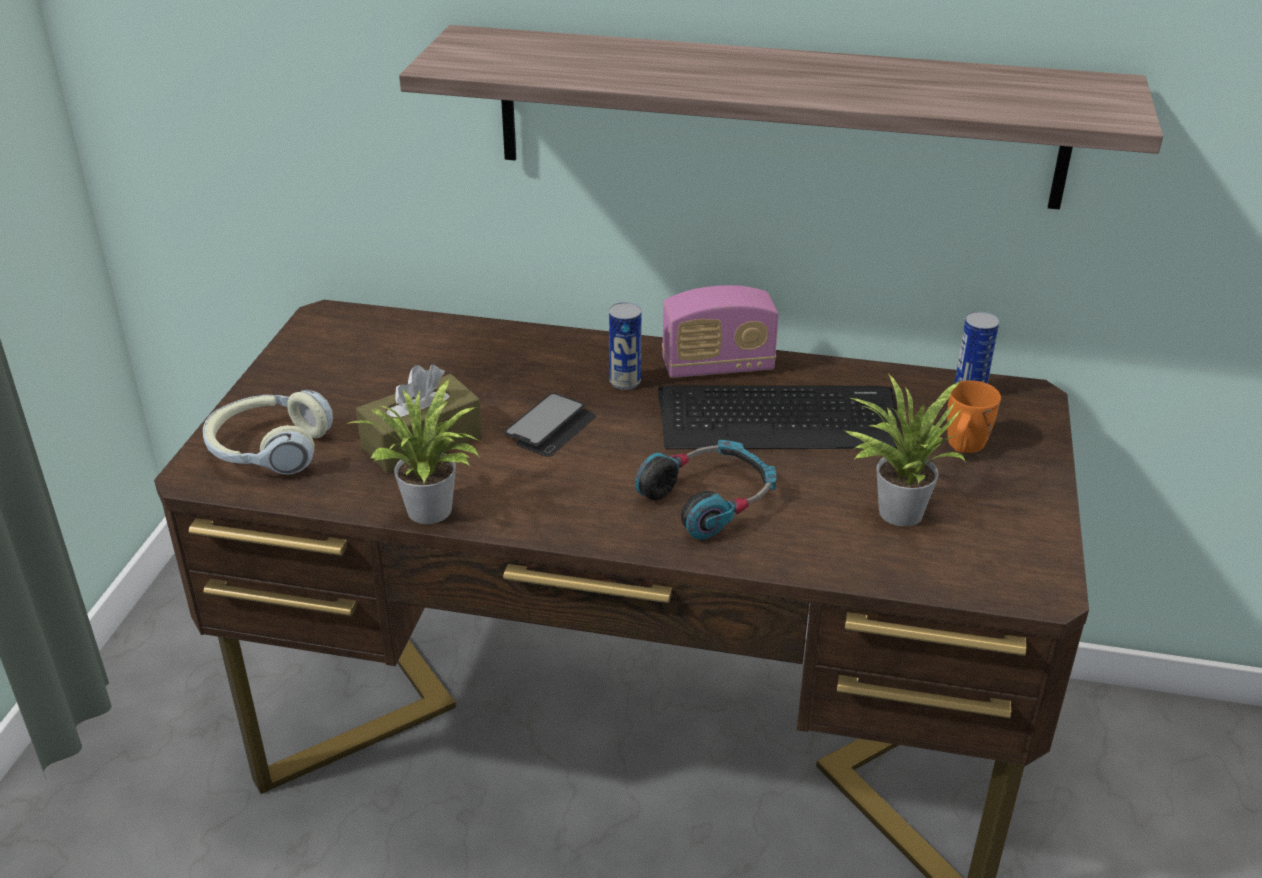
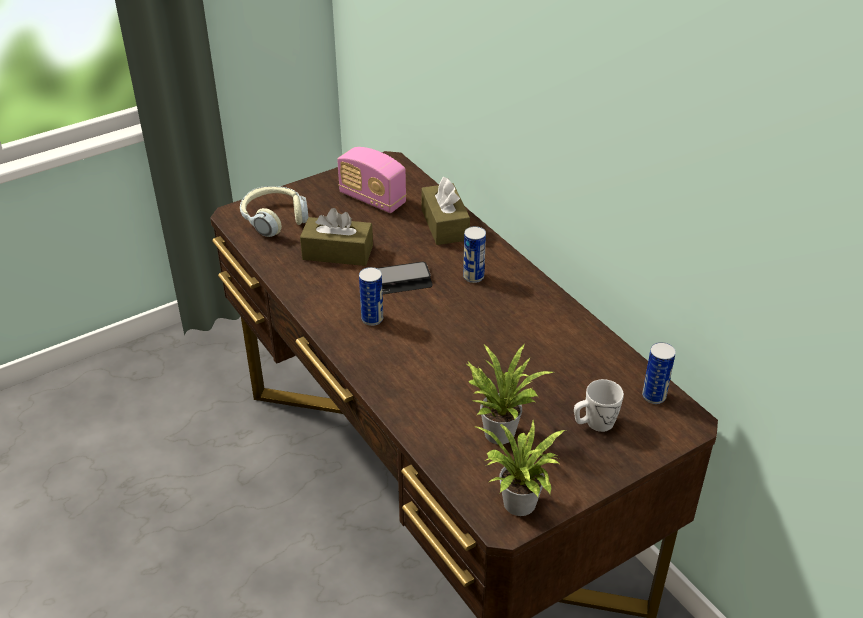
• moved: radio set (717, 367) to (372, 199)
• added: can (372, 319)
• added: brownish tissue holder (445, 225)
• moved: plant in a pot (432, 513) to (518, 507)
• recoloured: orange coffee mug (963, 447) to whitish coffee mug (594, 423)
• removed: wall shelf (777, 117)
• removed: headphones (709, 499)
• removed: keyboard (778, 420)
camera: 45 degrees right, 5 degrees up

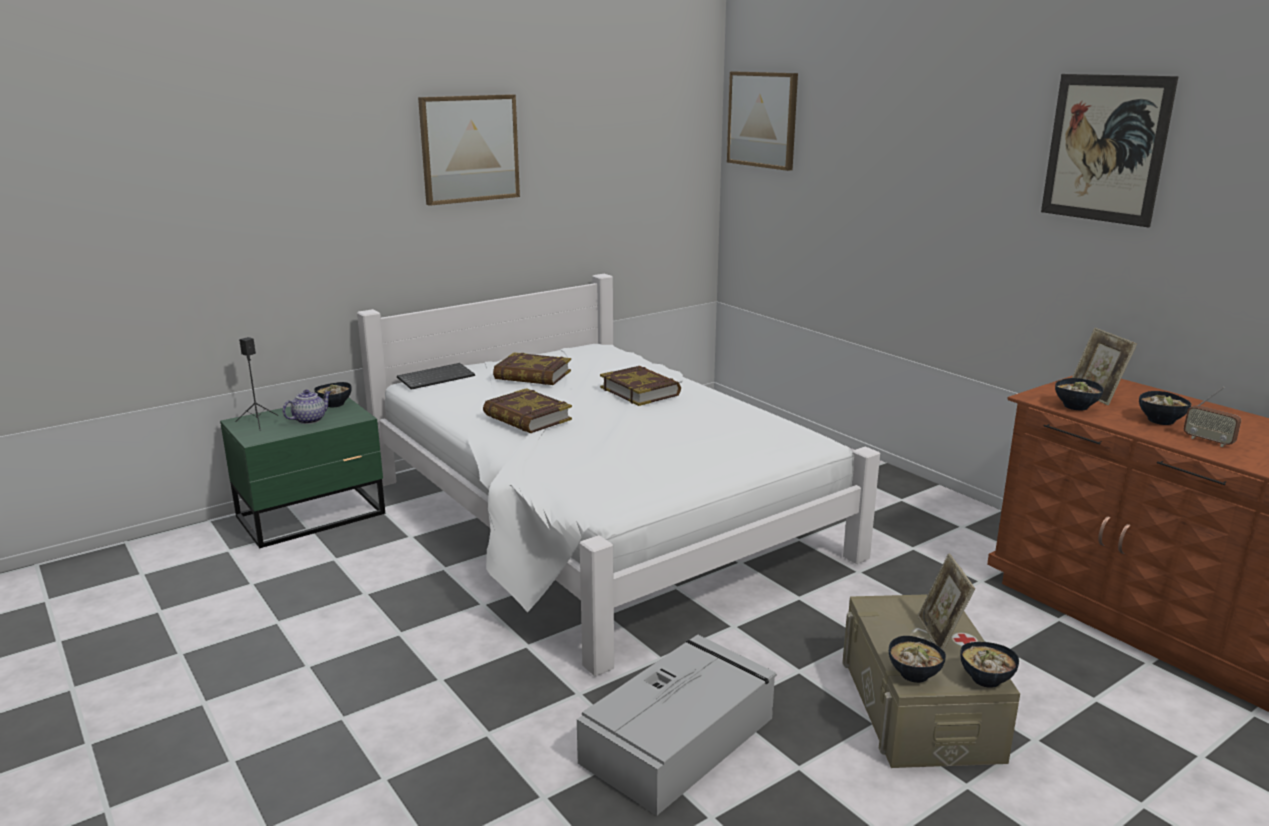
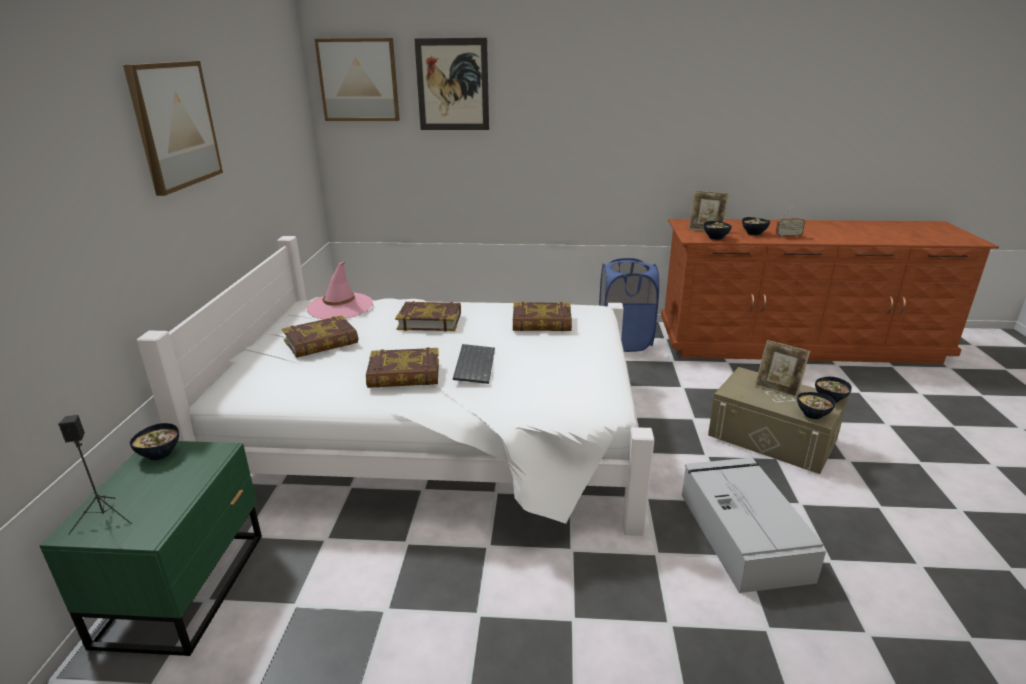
• added: pink-coloured hat (340, 307)
• moved: wall picture (1105, 148) to (452, 85)
• moved: keyboard (436, 377) to (473, 365)
• added: volume (541, 322)
• added: blue hamper (624, 341)
• removed: pot for tea (310, 419)
camera: 50 degrees left, 5 degrees up

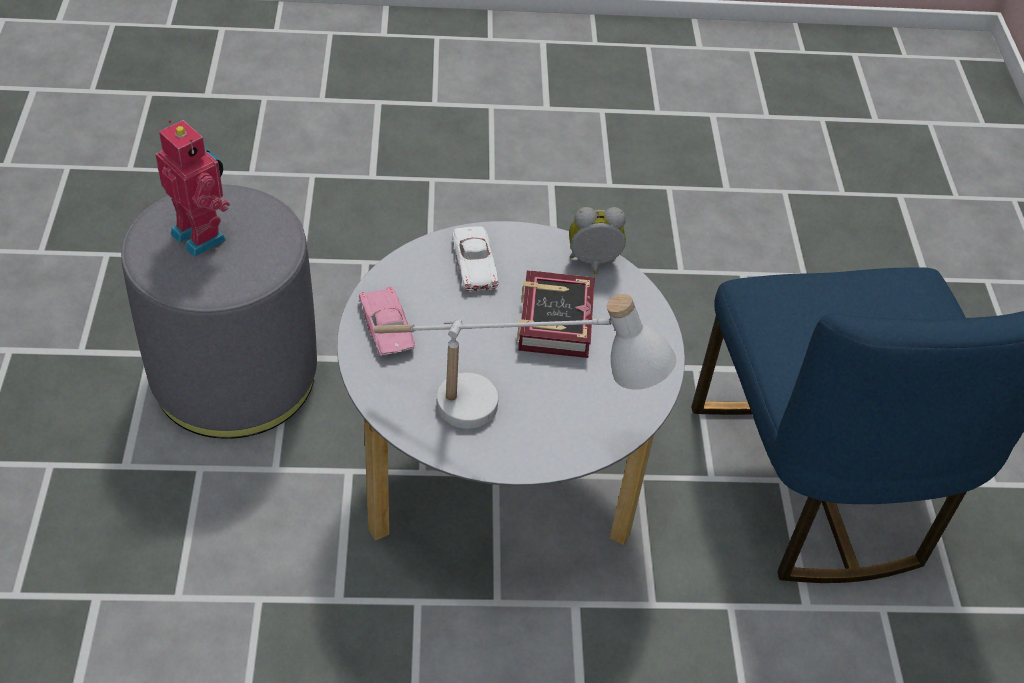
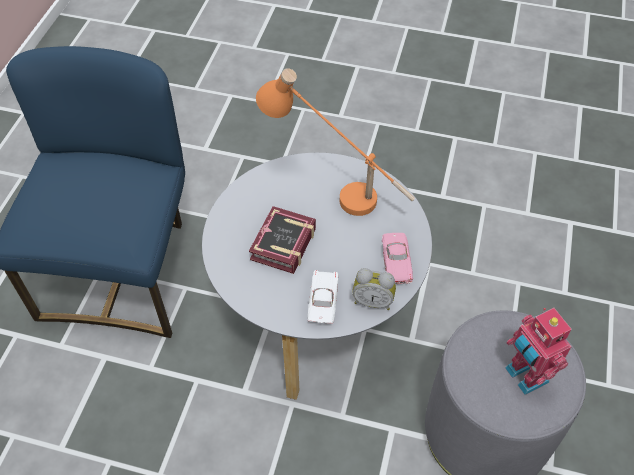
• recoloured: whitish table lamp (511, 418) to orange table lamp (334, 188)
• moved: bedside clock (593, 264) to (373, 301)
camera: 160 degrees left, 5 degrees up

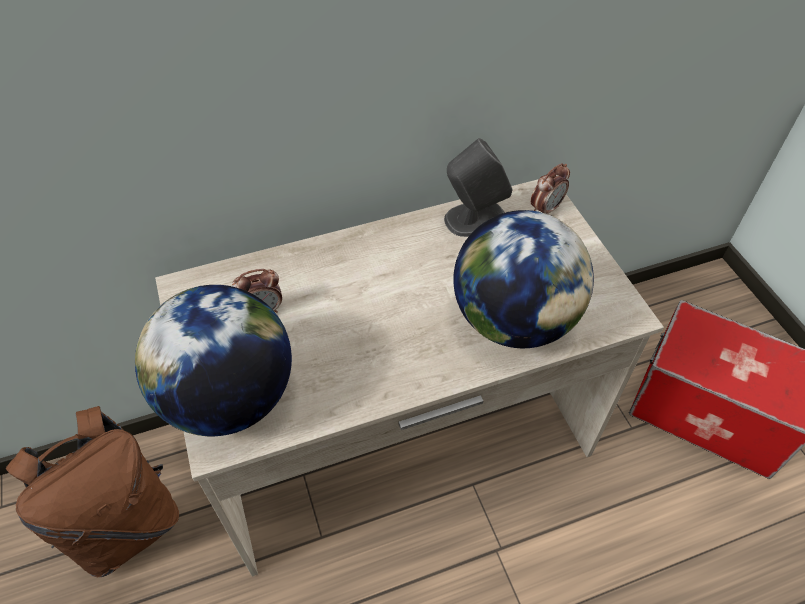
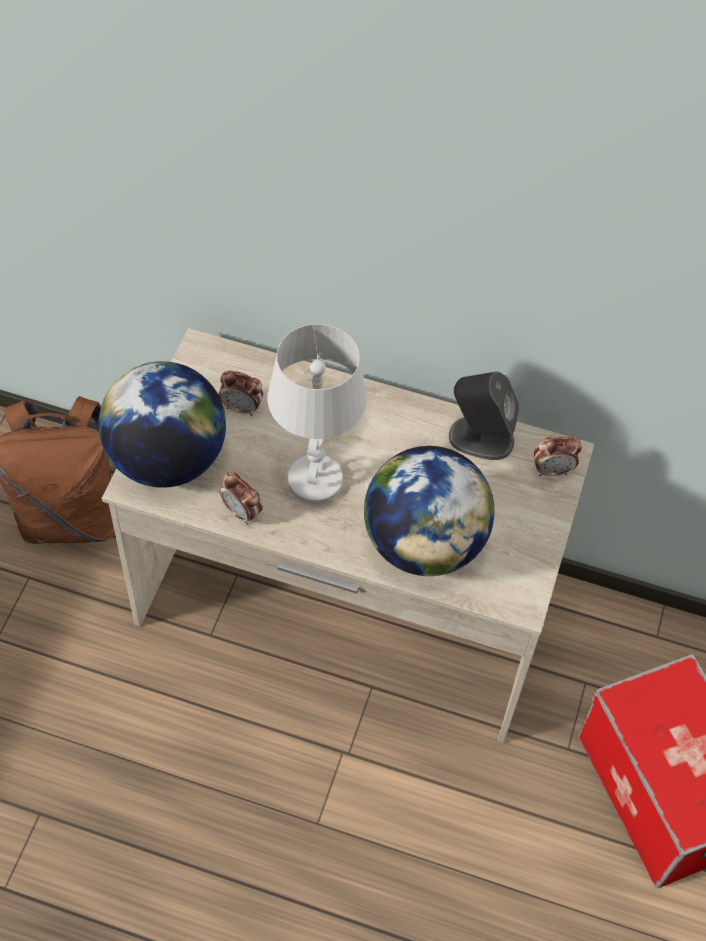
• added: bedside clock (242, 513)
• added: whitish table lamp (315, 481)
camera: 35 degrees right, 5 degrees up

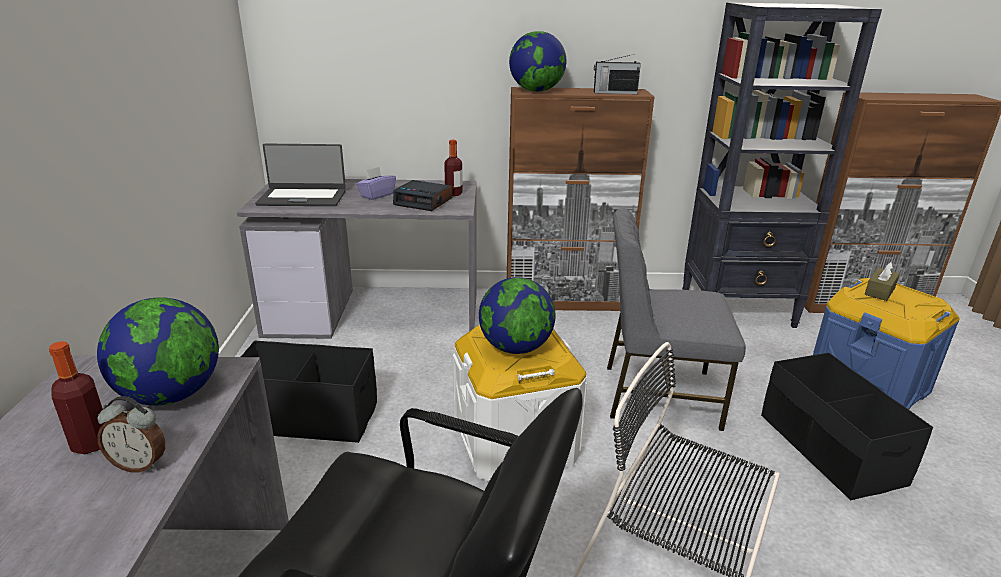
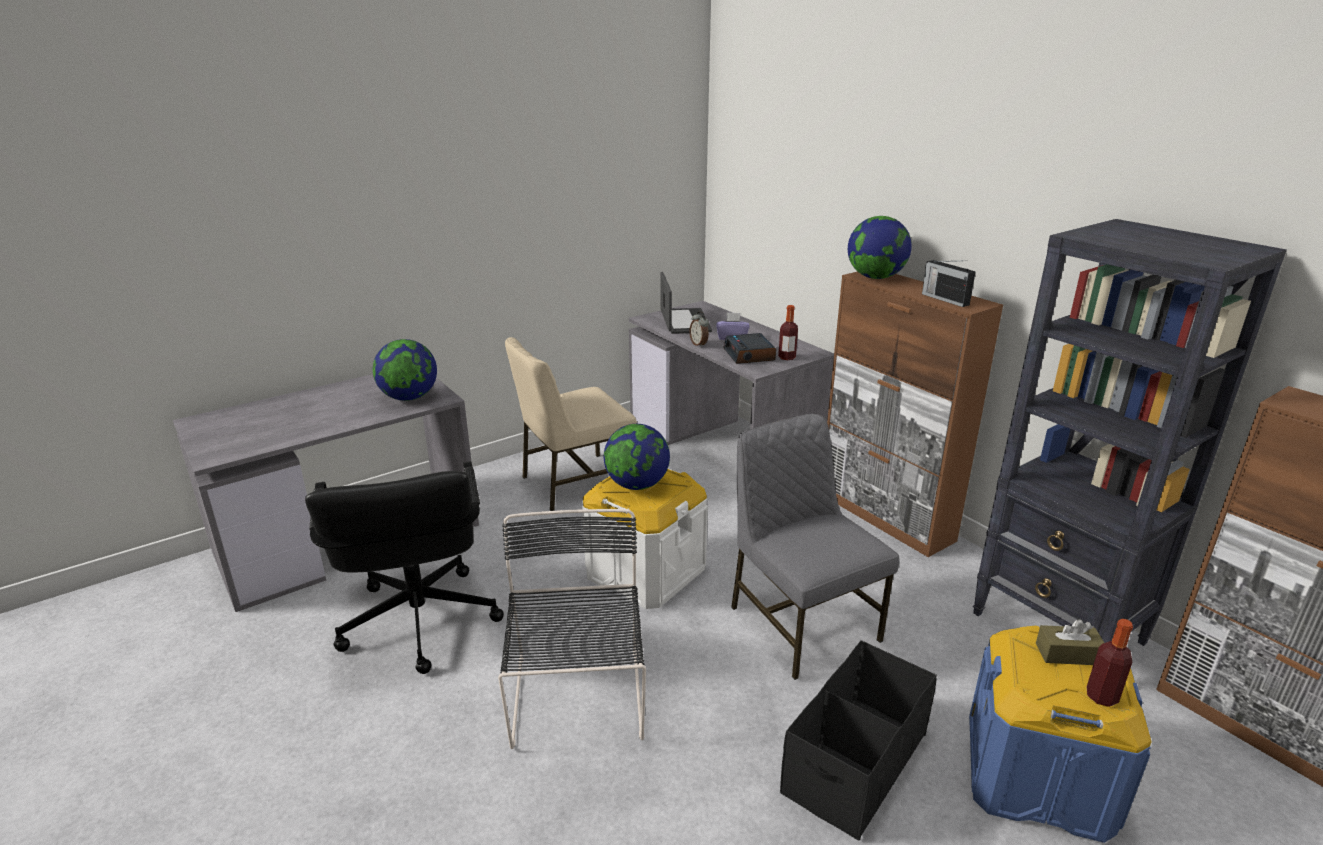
• replaced: black storage container (309, 417) to sand-coloured upright chair (574, 482)
• turned: portable computer (302, 198) = (684, 321) 150 degrees counterclockwise
• moved: bedside clock (140, 464) to (699, 344)
• moved: drink bottle (91, 443) to (1101, 696)
camera: 55 degrees right, 0 degrees up

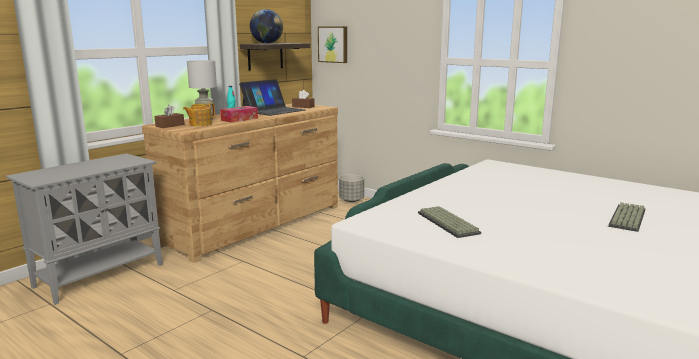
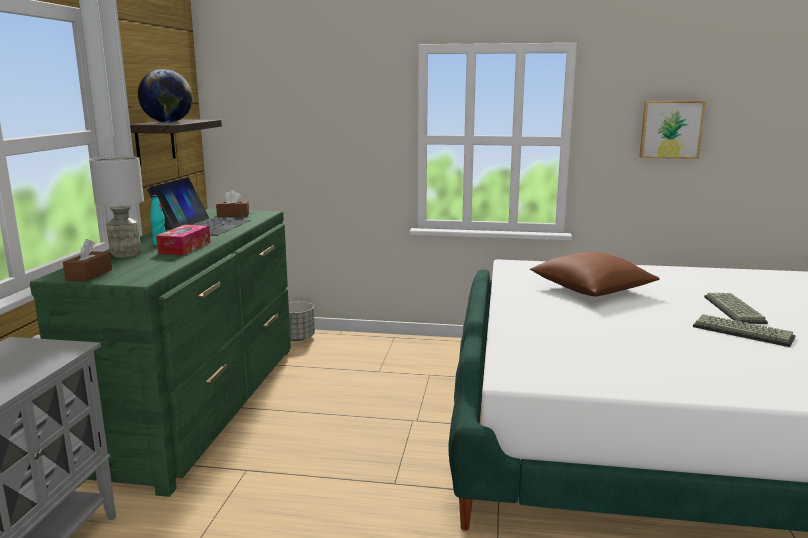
• recoloured: brownish chest of drawers (257, 224) to green-coloured chest of drawers (202, 405)
• added: brownish pillow (591, 290)
• moved: wall picture (333, 44) to (671, 129)
• moved: keyboard (449, 223) to (744, 332)
• removed: pot for tea (200, 124)
camera: 30 degrees left, 0 degrees up

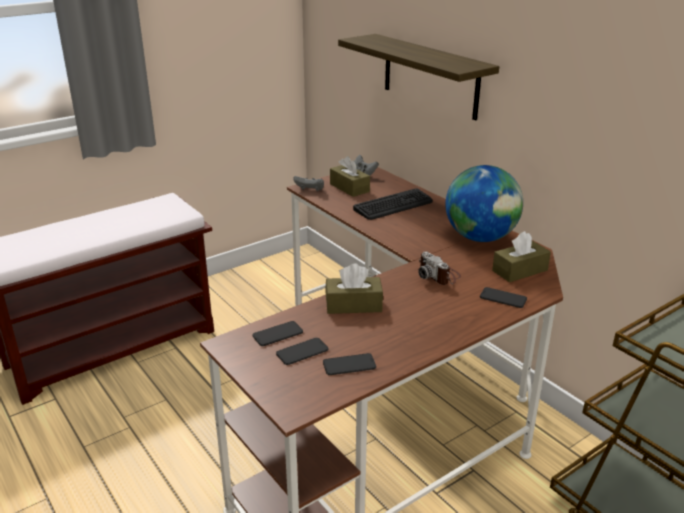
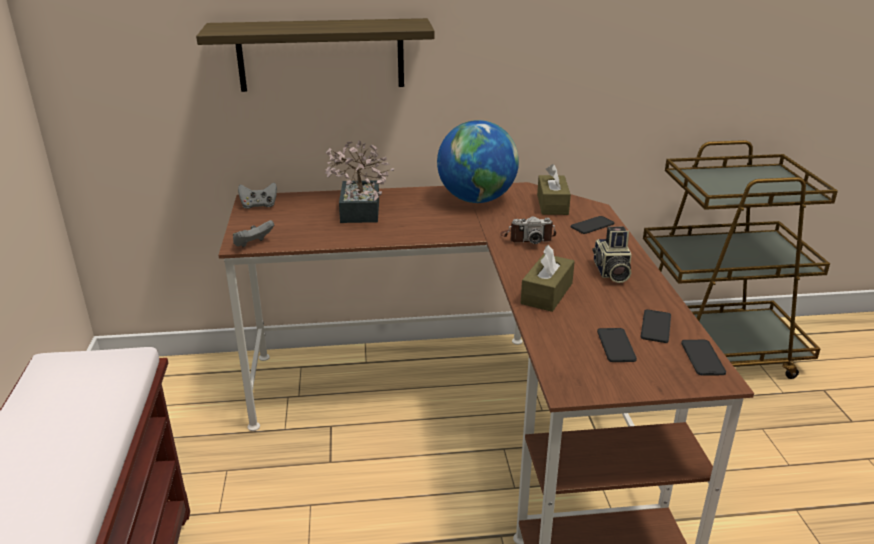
• replaced: keyboard (394, 205) to plant in a pot (359, 214)
• added: photo camera (610, 272)
• moved: telephone (277, 334) to (702, 358)
• removed: brownish tissue holder (349, 188)
camera: 60 degrees left, 0 degrees up

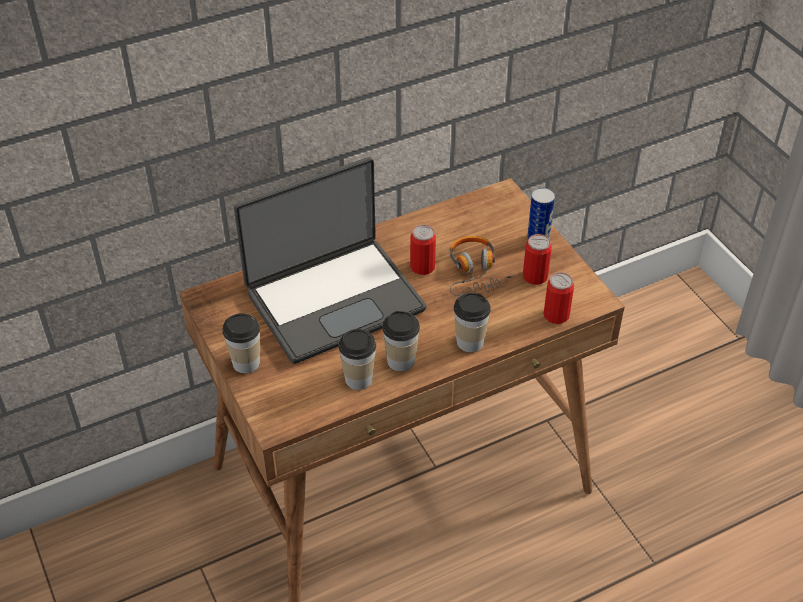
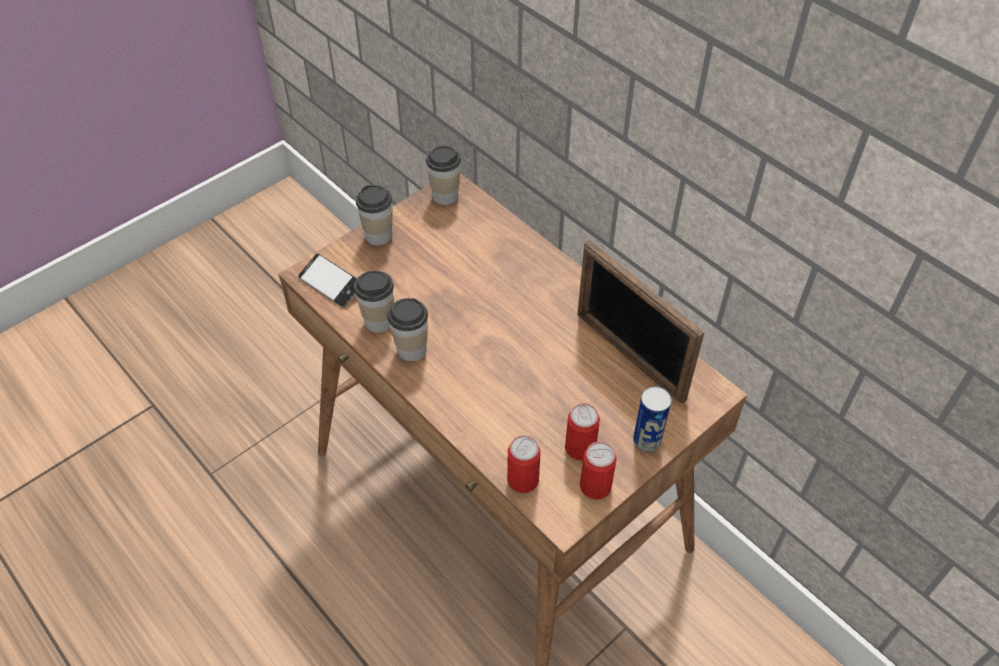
• added: telephone (331, 284)
• moved: cup (469, 342) to (445, 196)
• added: photo frame (629, 356)
• moved: can (422, 267) to (595, 486)
• removed: portable computer (334, 299)
• removed: headphones (475, 272)
camera: 75 degrees right, 5 degrees up

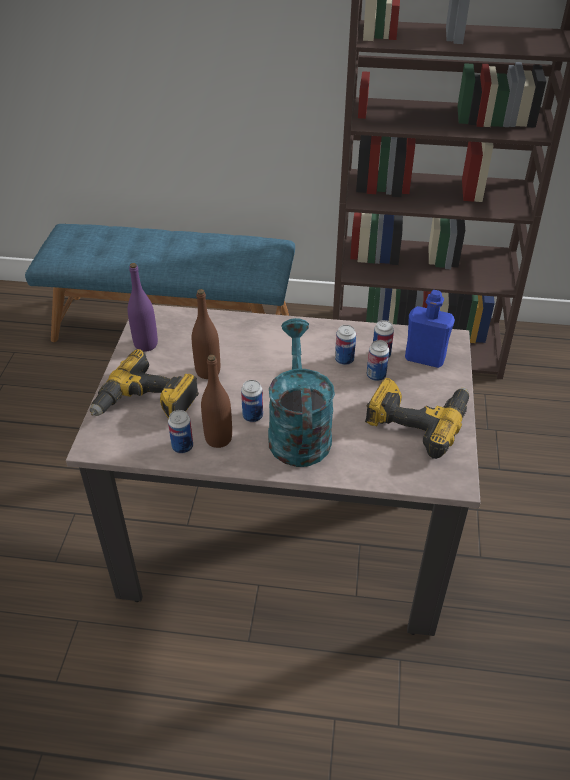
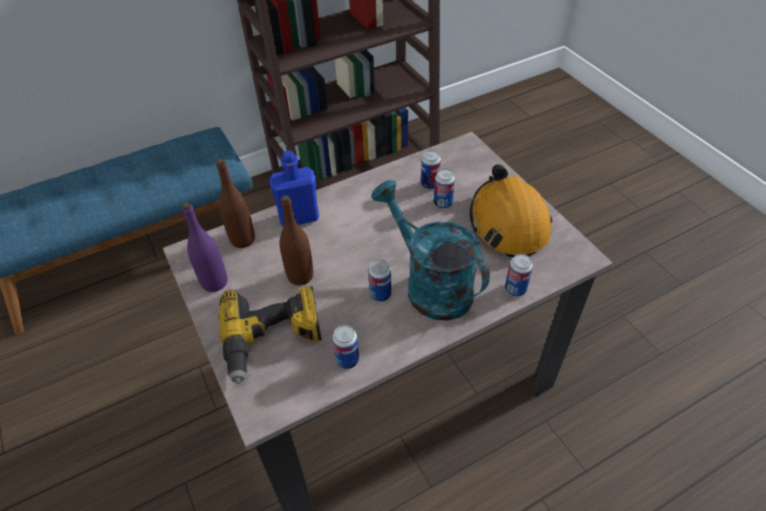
• moved: brownish drink bottle (218, 439) to (242, 239)
• moved: blue drink bottle (424, 358) to (299, 217)
• replaced: power drill (417, 420) to orange safety helmet (508, 223)
• moved: can (344, 360) to (515, 289)
camera: 35 degrees left, 5 degrees up

